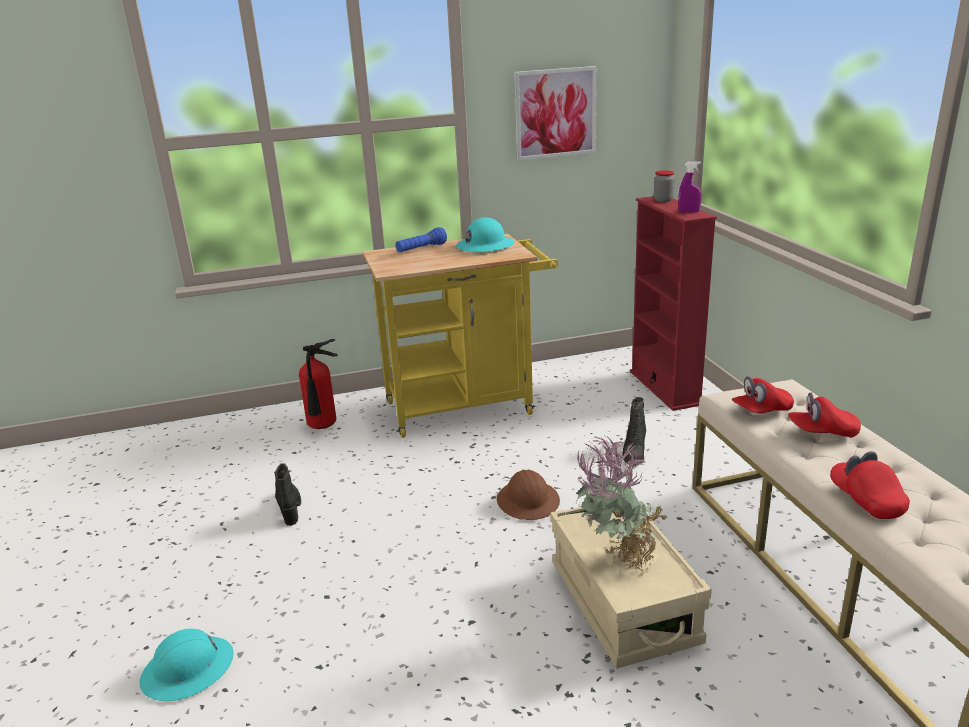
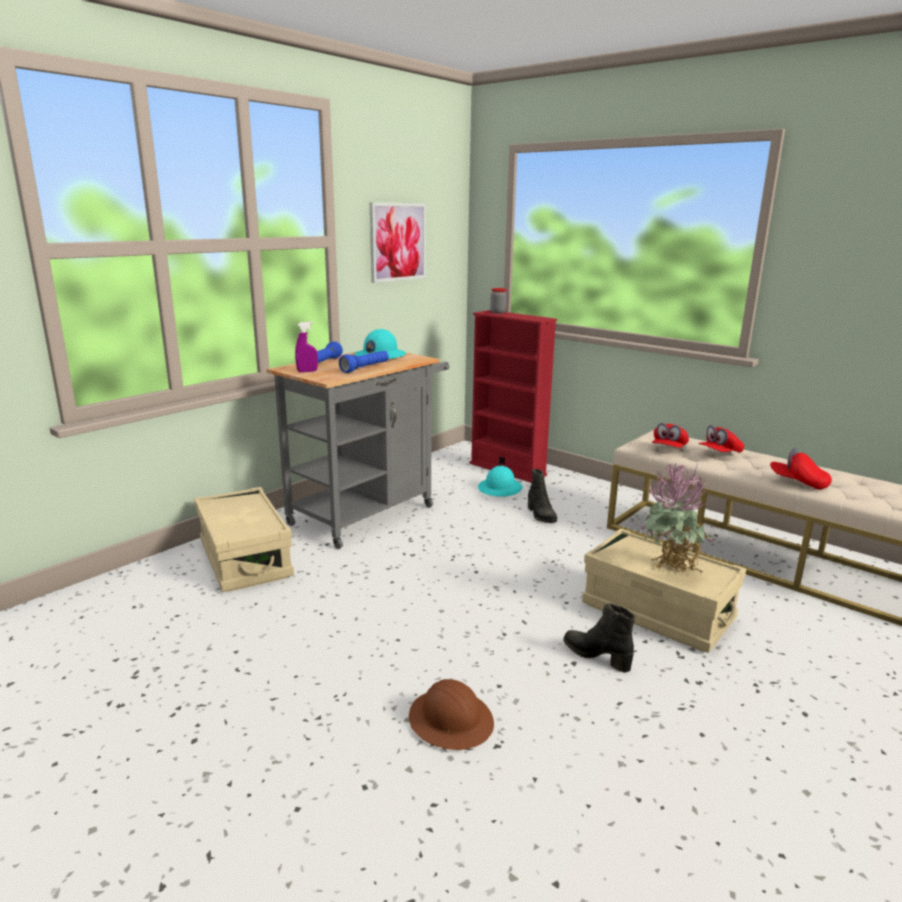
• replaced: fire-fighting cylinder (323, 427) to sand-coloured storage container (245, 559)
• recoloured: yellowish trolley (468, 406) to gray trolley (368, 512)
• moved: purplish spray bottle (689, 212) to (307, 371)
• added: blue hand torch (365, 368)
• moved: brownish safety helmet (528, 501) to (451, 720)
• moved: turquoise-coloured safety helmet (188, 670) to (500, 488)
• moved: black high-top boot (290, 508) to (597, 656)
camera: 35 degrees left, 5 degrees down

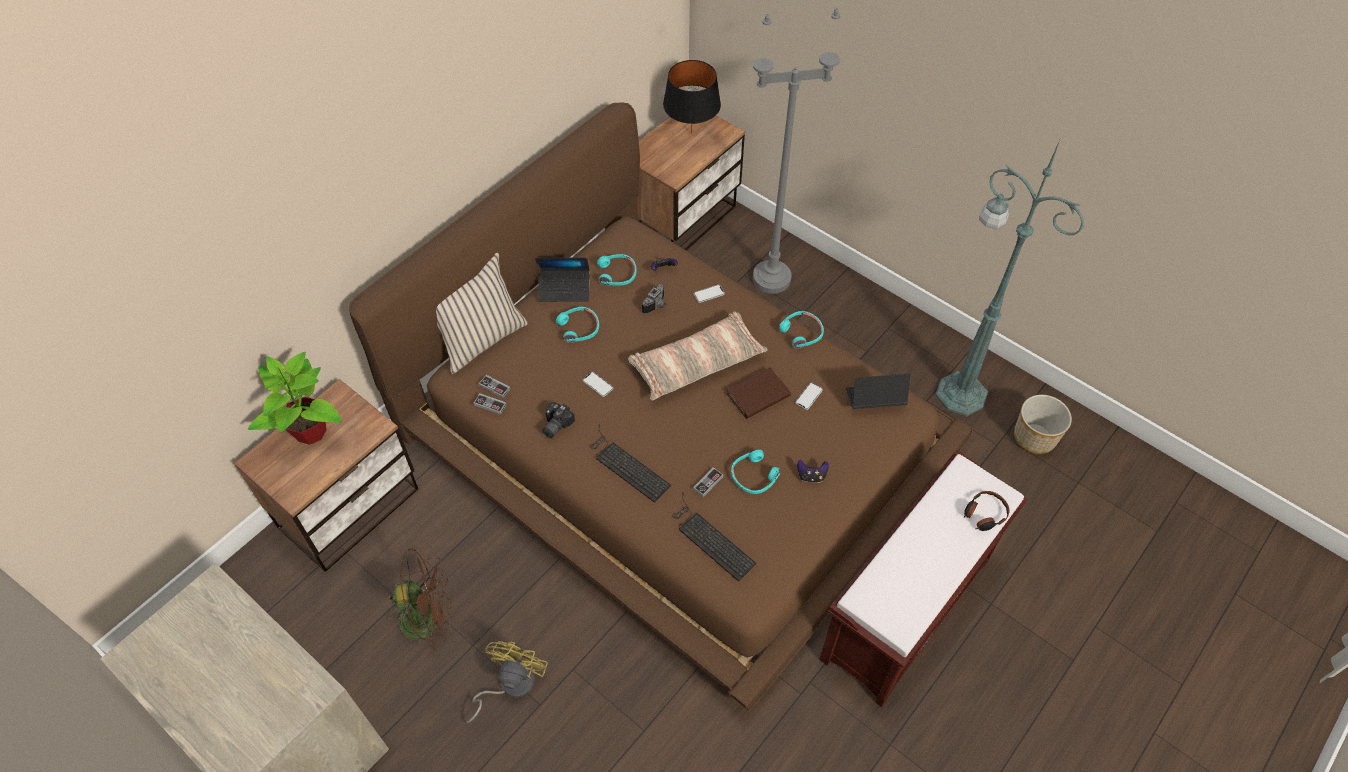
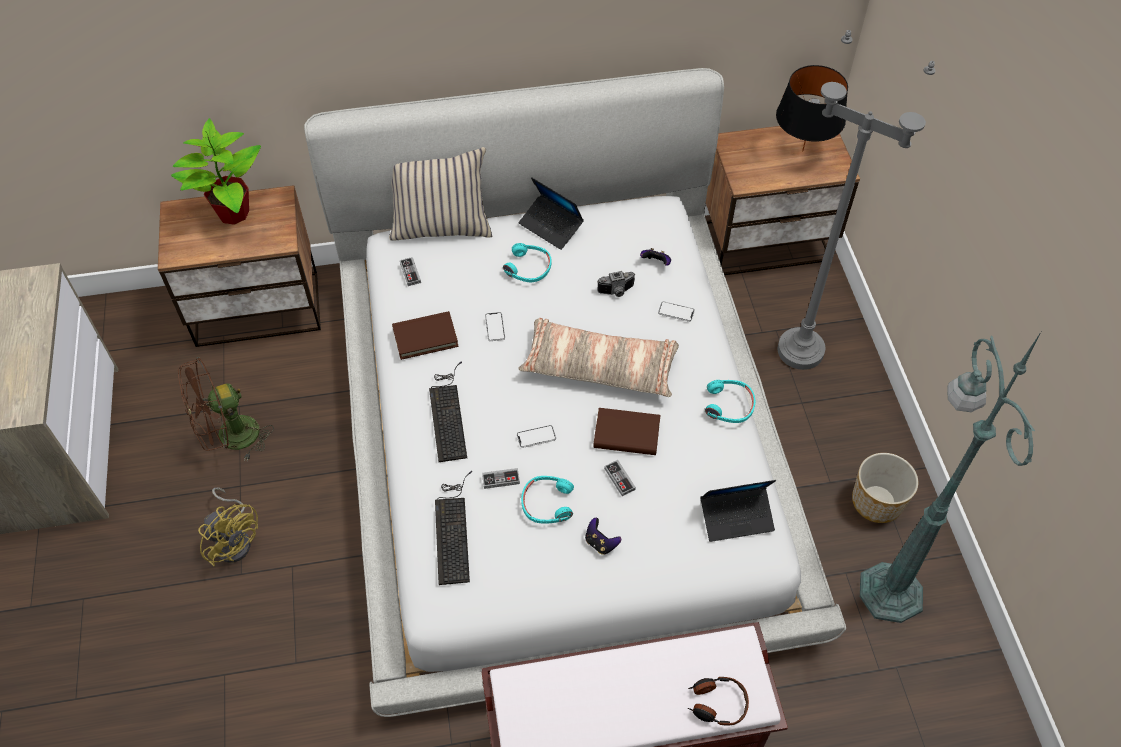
• turned: brownish electric fan (428, 618) = (230, 438) 120 degrees clockwise
• turned: yellowish electric fan (509, 685) = (235, 539) 75 degrees clockwise
• recoloured: brownish bed (673, 442) to whitish bed (560, 437)
• replaced: photo camera (554, 425) to brownish volume (425, 337)
• moved: telephone (808, 396) to (536, 437)
• moved: game controller (490, 405) to (619, 479)
• turned: portable computer (874, 400) = (736, 517) 135 degrees clockwise
• moved: plant pot (1035, 437) to (877, 502)
• removed: turquoise-coloured headphones (617, 274)
camera: 40 degrees right, 0 degrees up

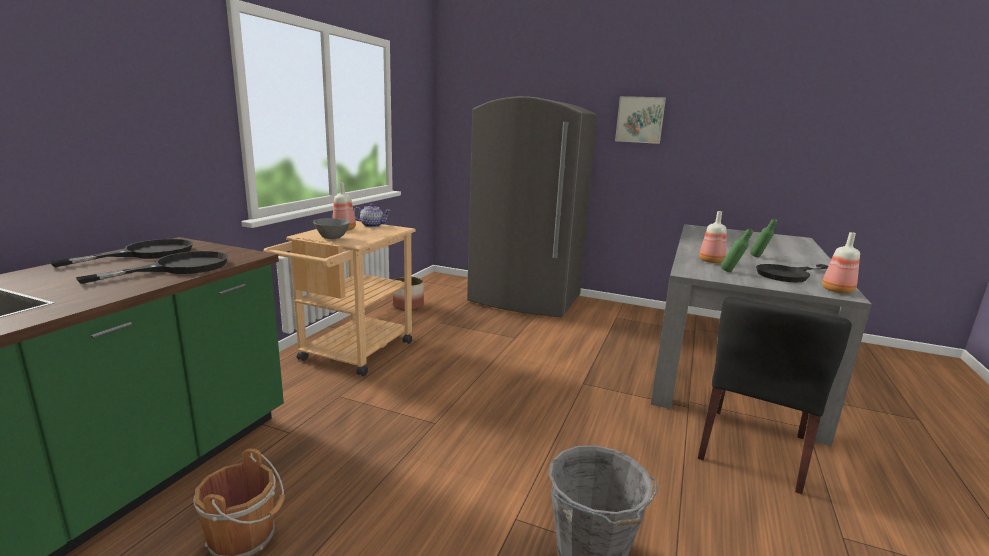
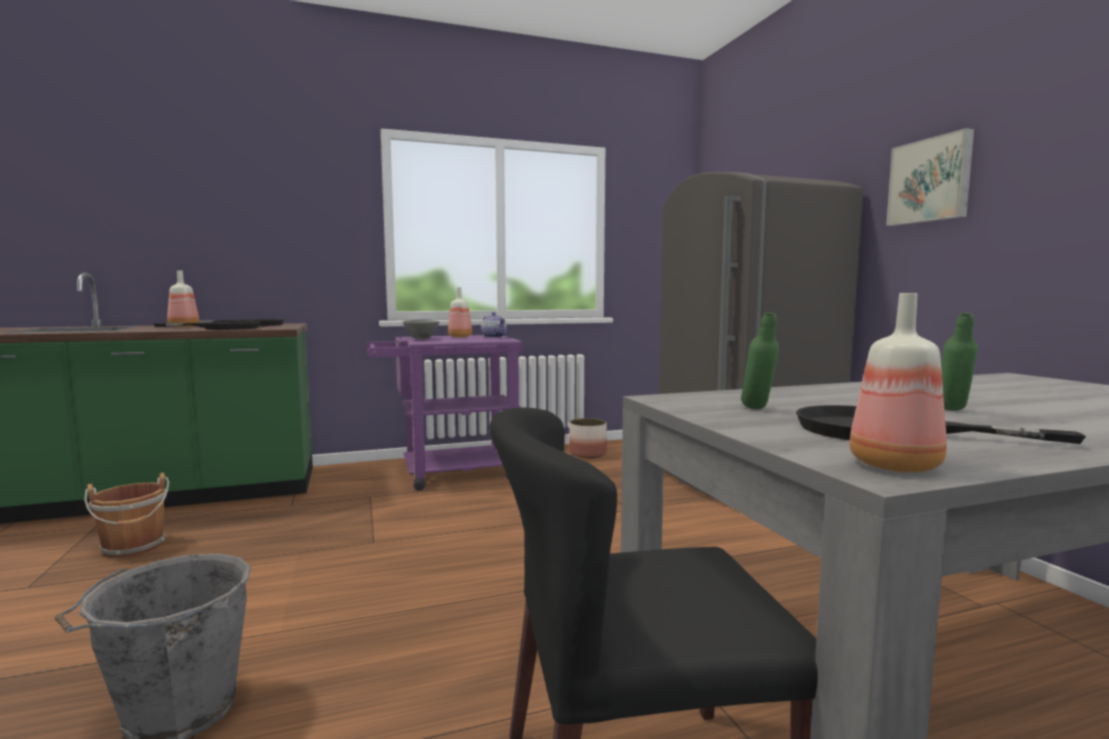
• moved: drink bottle (712, 261) to (184, 326)
• recoloured: sand-coloured trolley (351, 355) to purplish trolley (448, 474)
camera: 50 degrees right, 10 degrees down

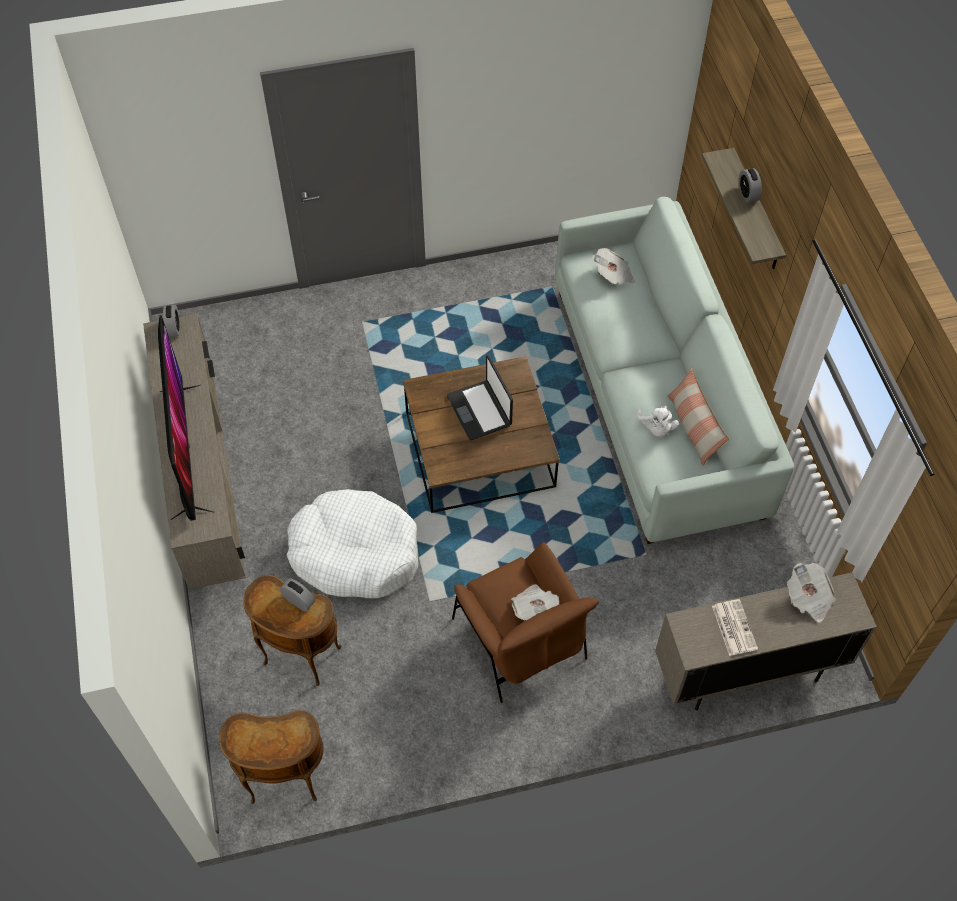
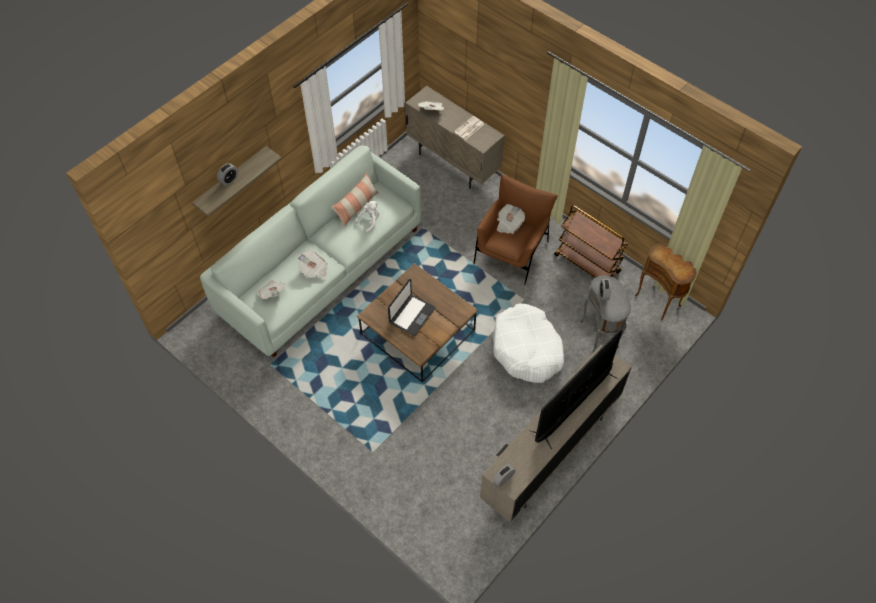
• added: printed paper (314, 270)
• added: brownish trolley (587, 264)
• recoloured: brownish side table (300, 657) to gray side table (600, 334)
camera: 125 degrees left, 0 degrees up

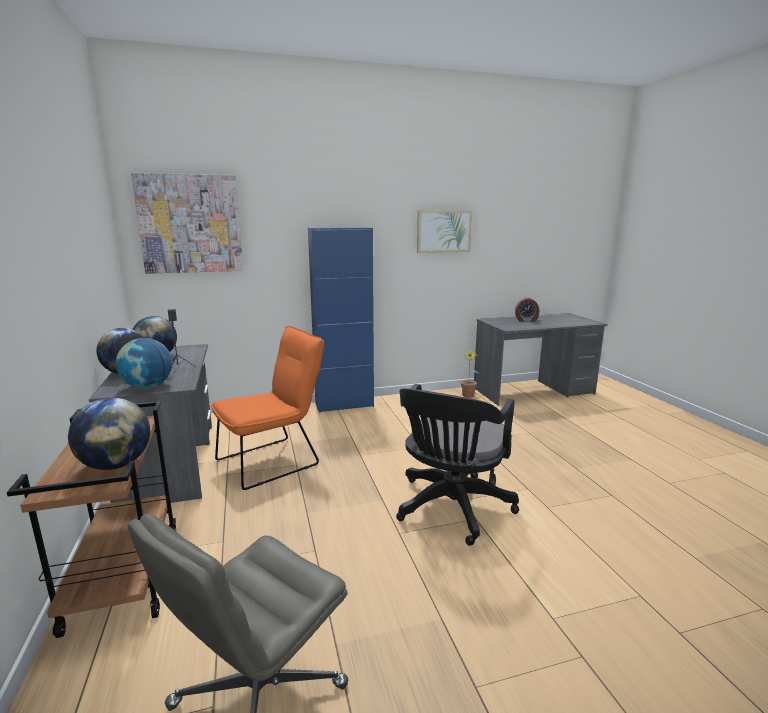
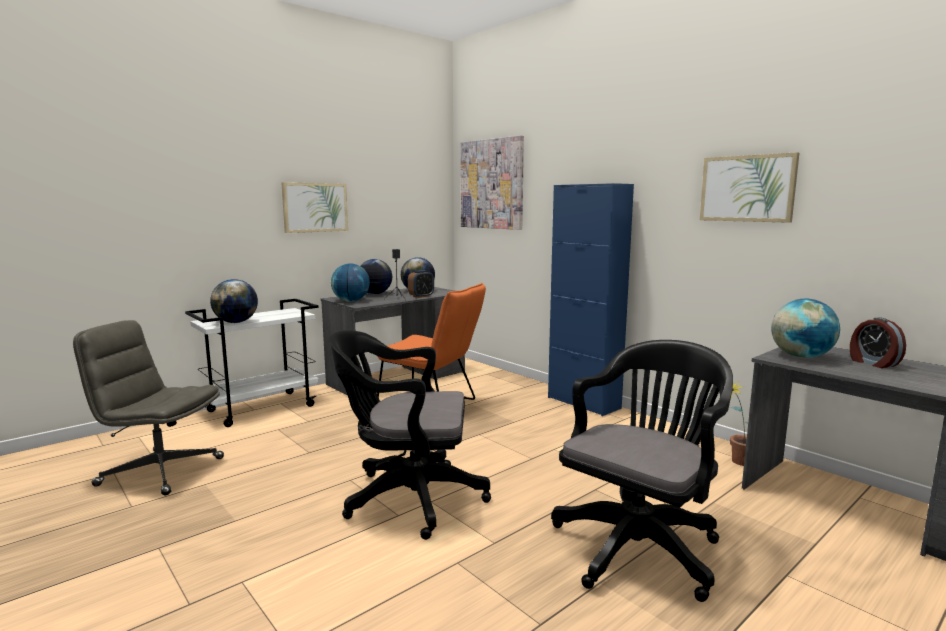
• recoloured: brownish trolley (124, 576) to whitish trolley (262, 408)
• added: wall picture (315, 207)
• added: bedside clock (421, 296)
• added: black desk chair (640, 545)
• added: desk globe (801, 357)
camera: 65 degrees right, 5 degrees down

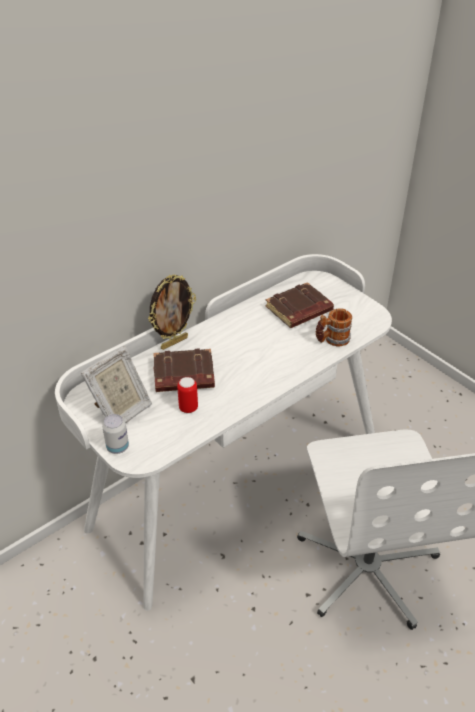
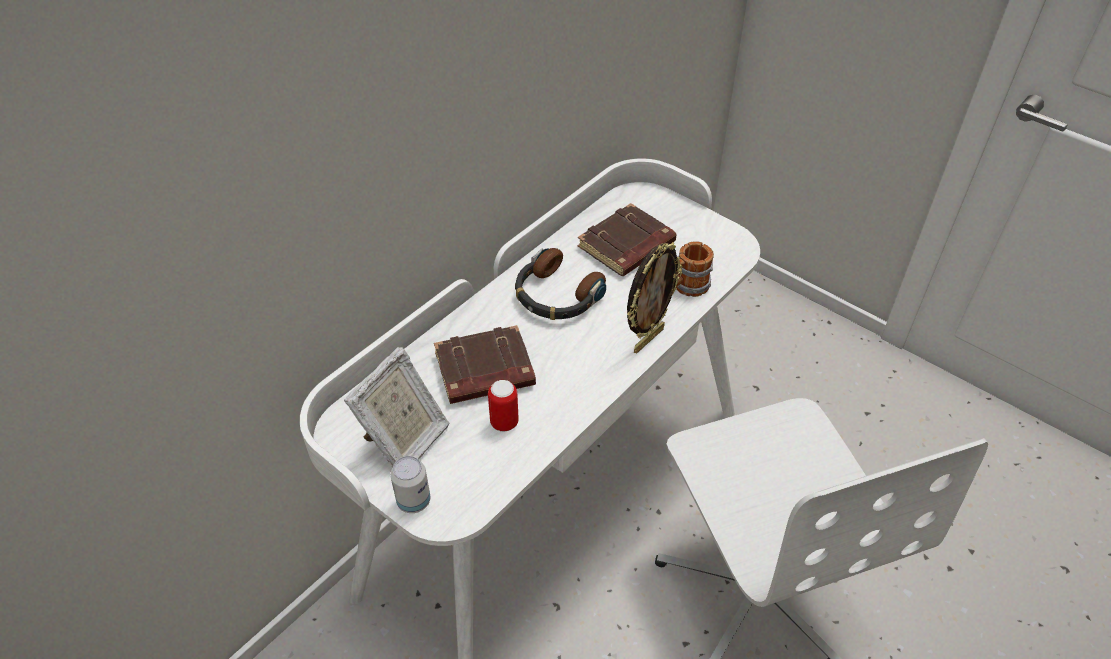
• added: headphones (556, 295)
• moved: photo frame (174, 342) to (647, 339)
camera: 10 degrees left, 5 degrees up

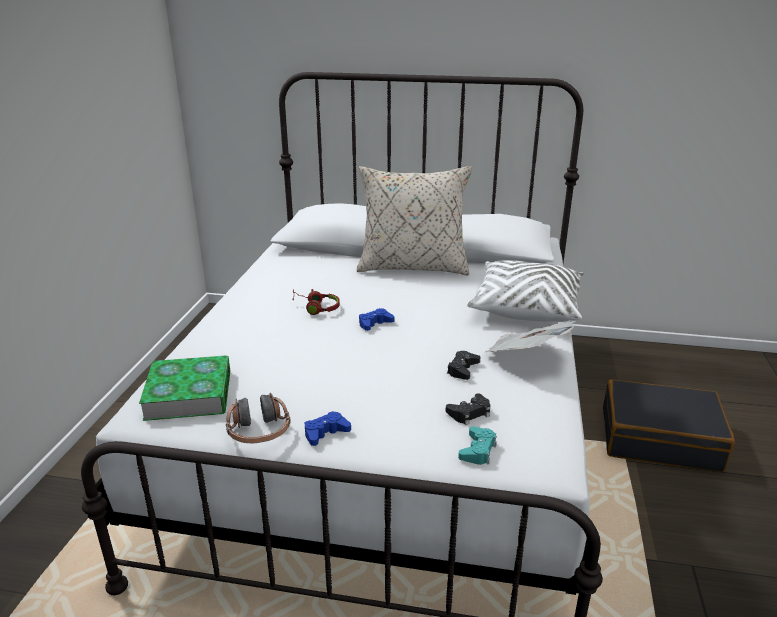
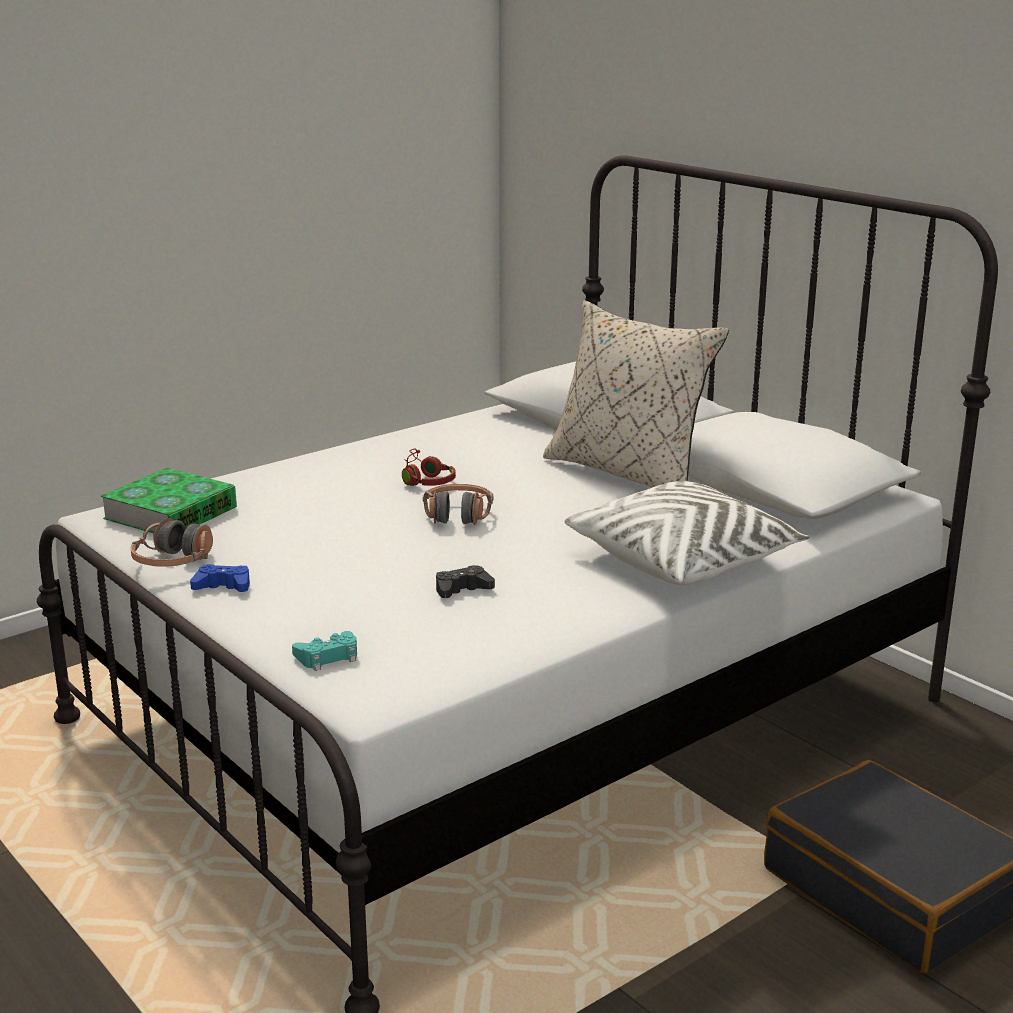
• replaced: blue game controller (375, 323) to headphones (457, 515)
• removed: black game controller (469, 413)
• removed: printed paper (526, 356)
camera: 40 degrees right, 5 degrees down

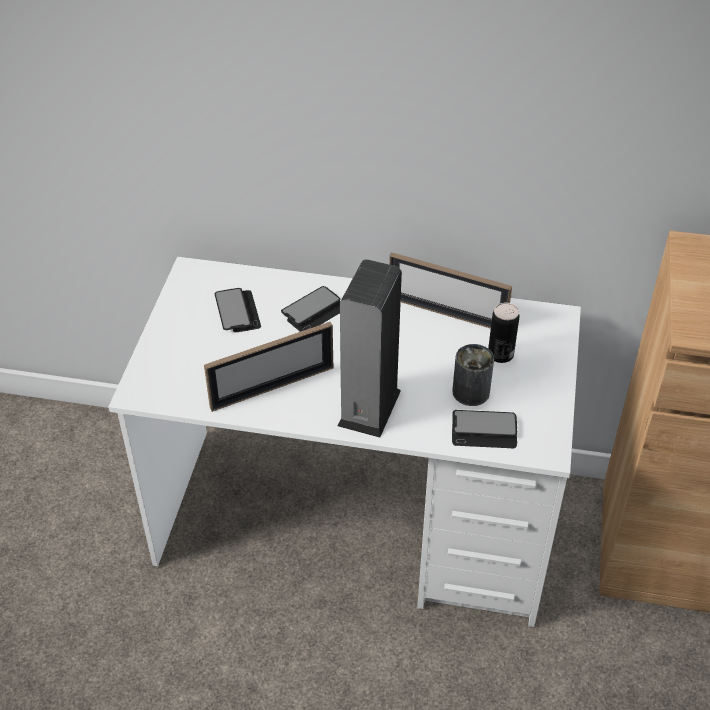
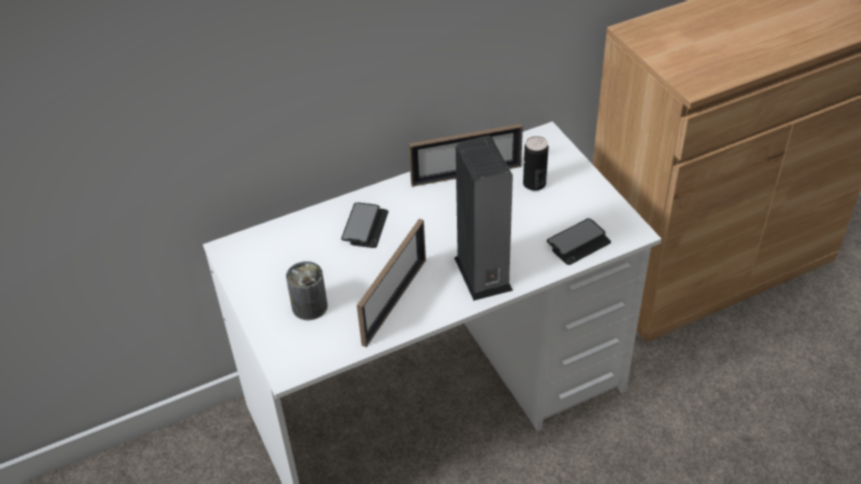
• moved: can (471, 392) to (309, 306)
• removed: telephone (237, 311)
camera: 35 degrees left, 0 degrees up

